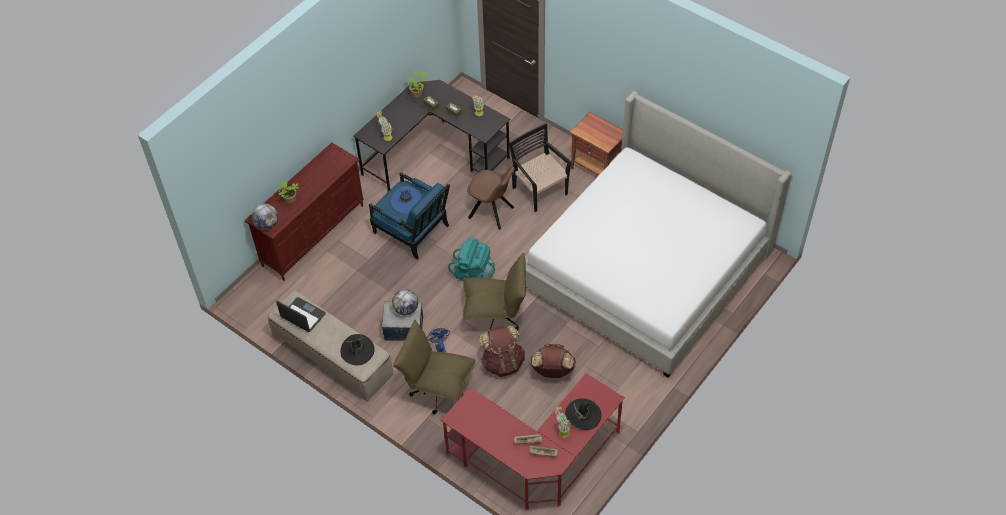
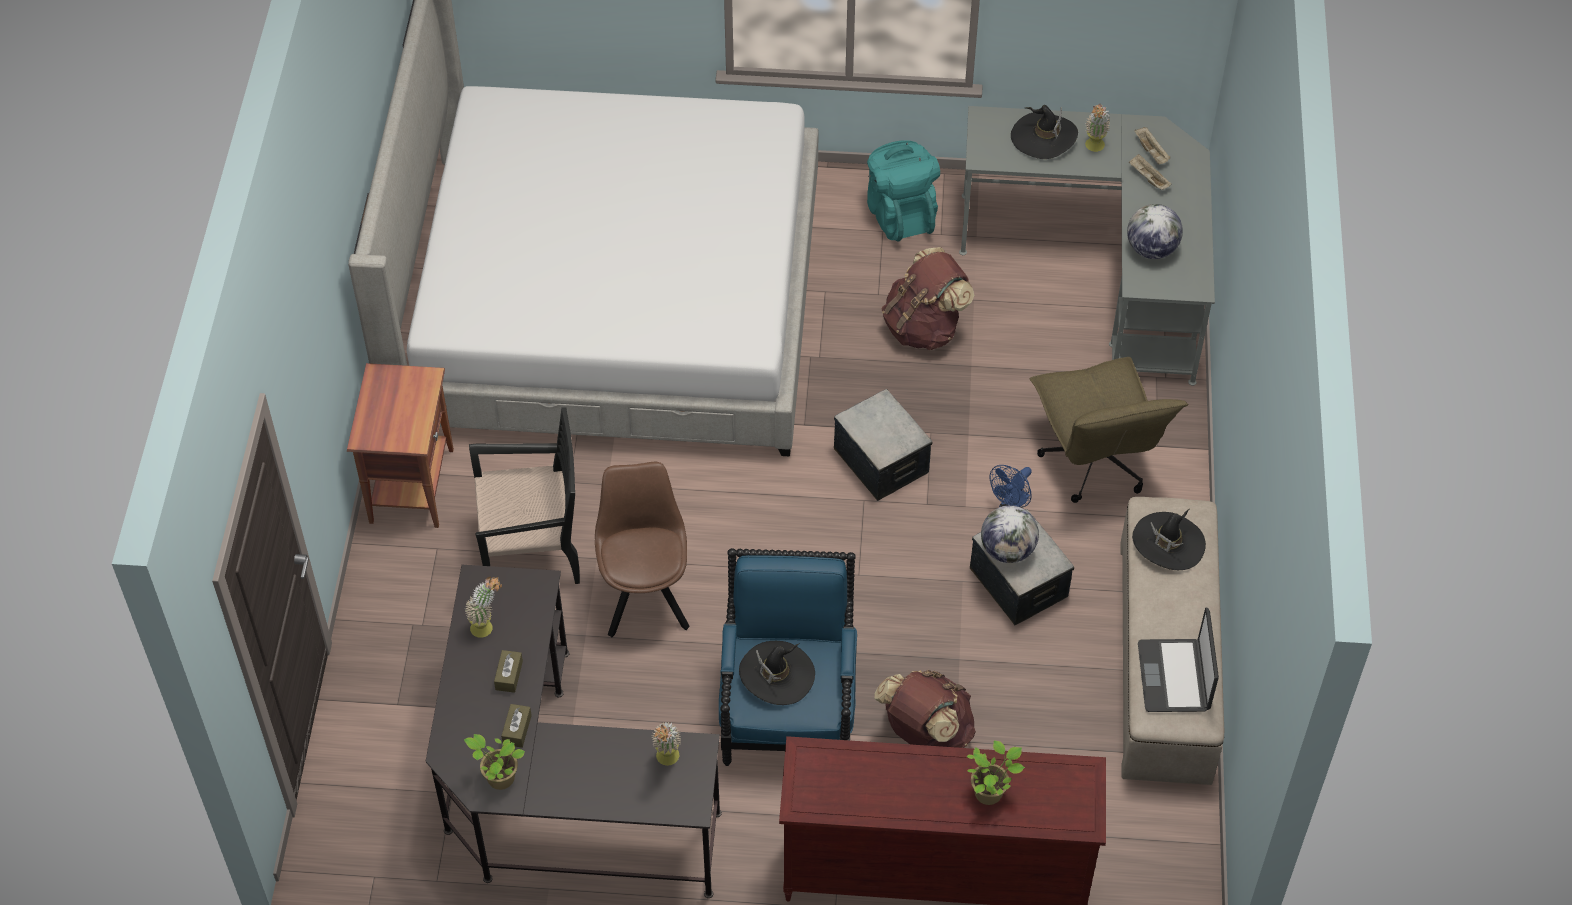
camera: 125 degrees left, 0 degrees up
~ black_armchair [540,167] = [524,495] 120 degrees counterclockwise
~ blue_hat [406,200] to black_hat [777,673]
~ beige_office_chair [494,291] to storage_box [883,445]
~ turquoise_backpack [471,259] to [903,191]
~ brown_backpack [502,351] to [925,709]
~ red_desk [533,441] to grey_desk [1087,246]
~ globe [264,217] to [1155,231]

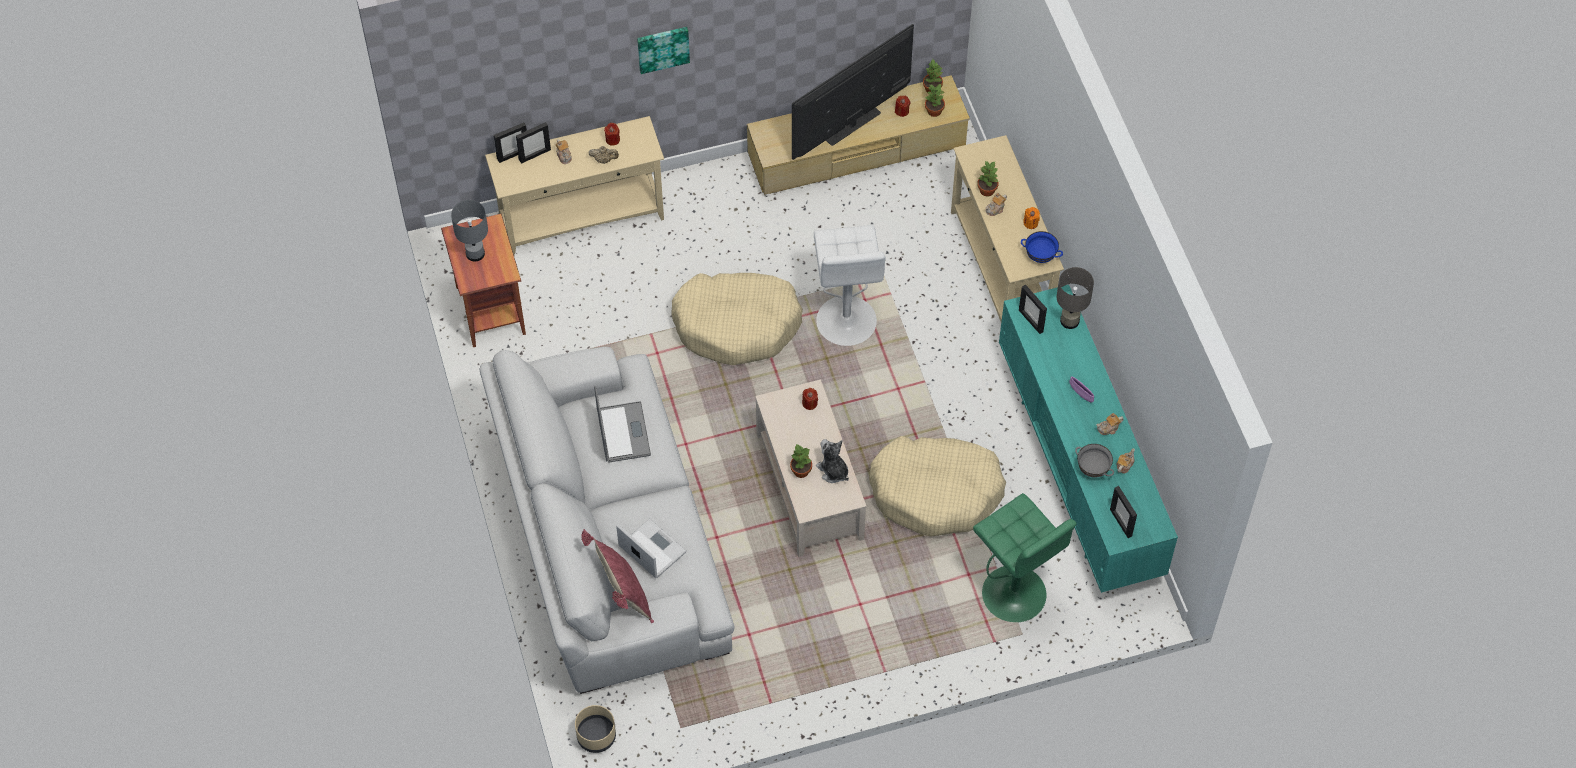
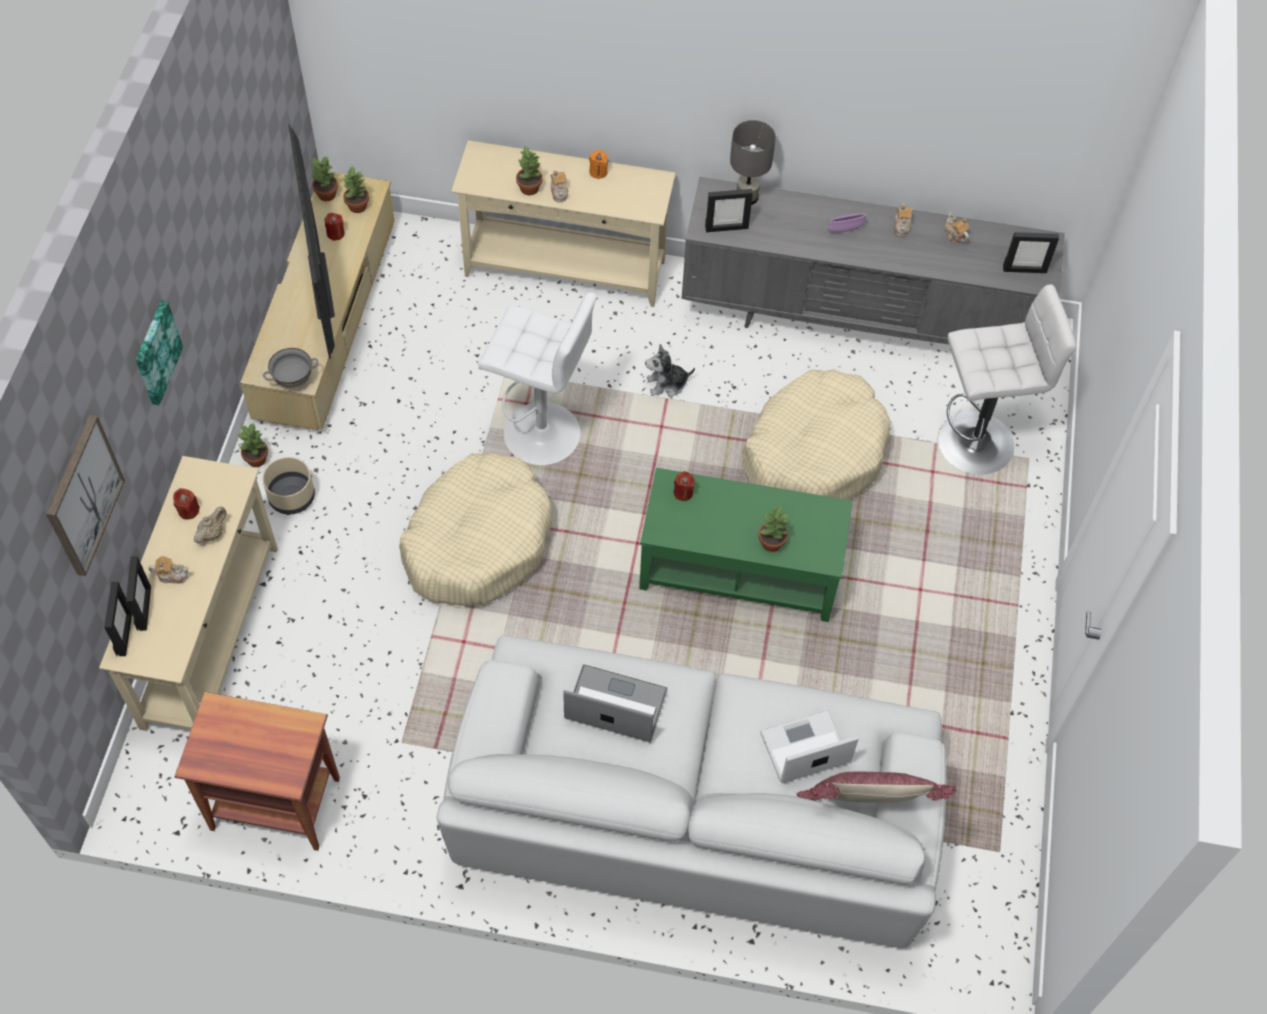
camera: 65 degrees left, 0 degrees up
+ picture [85,495]
+ potted_plant [253,445]
~ grey_bowl [1094,461] to [291,368]
~ beige_planter [595,729] to [289,485]
~ beige_coffee_table [810,468] to green_coffee_table [746,545]
~ plush_toy [832,461] to [670,370]
~ turquoise_cabinet [1088,439] to grey_cabinet [873,260]
~ green_stool [1025,557] to white_stool [1007,379]
- grey_table_lamp [469,231]
- blue_bowl [1042,247]

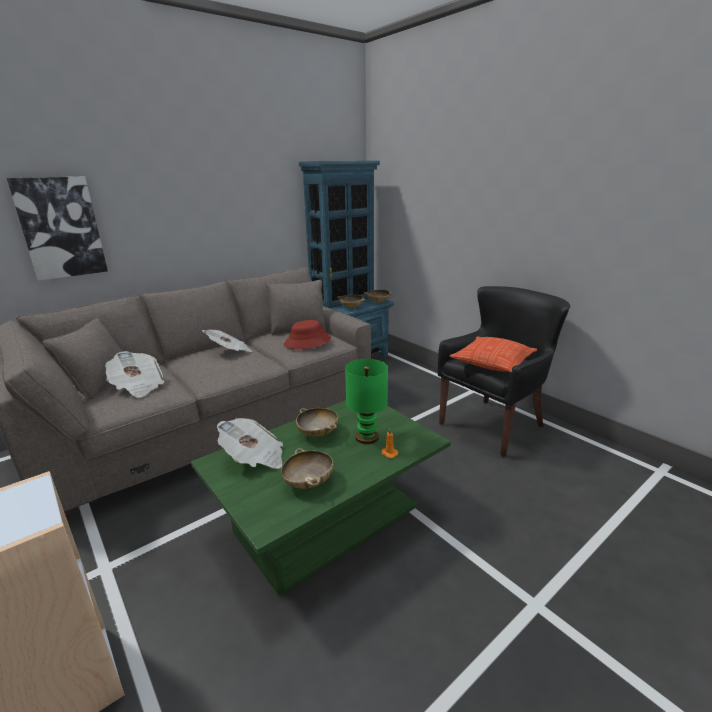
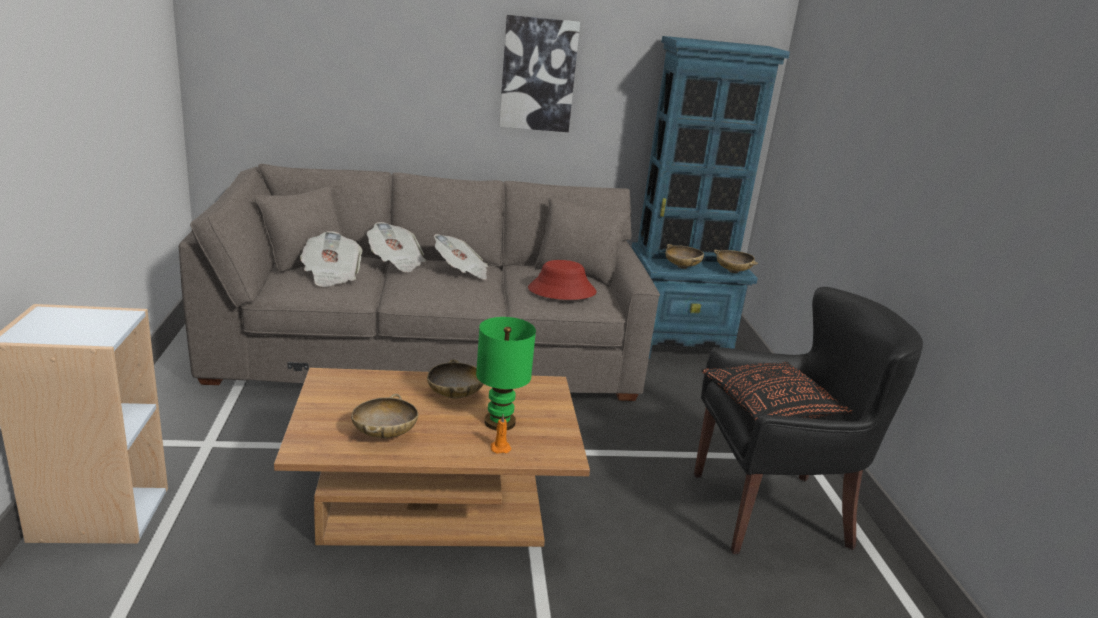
camera: 30 degrees right, 0 degrees up
~ green_coffee_table [321,498] to brown_coffee_table [432,457]
~ newspaper [250,443] to [396,247]
~ picture [57,229] to [539,73]
~ orange_pillow [493,354] to black_pillow [776,391]

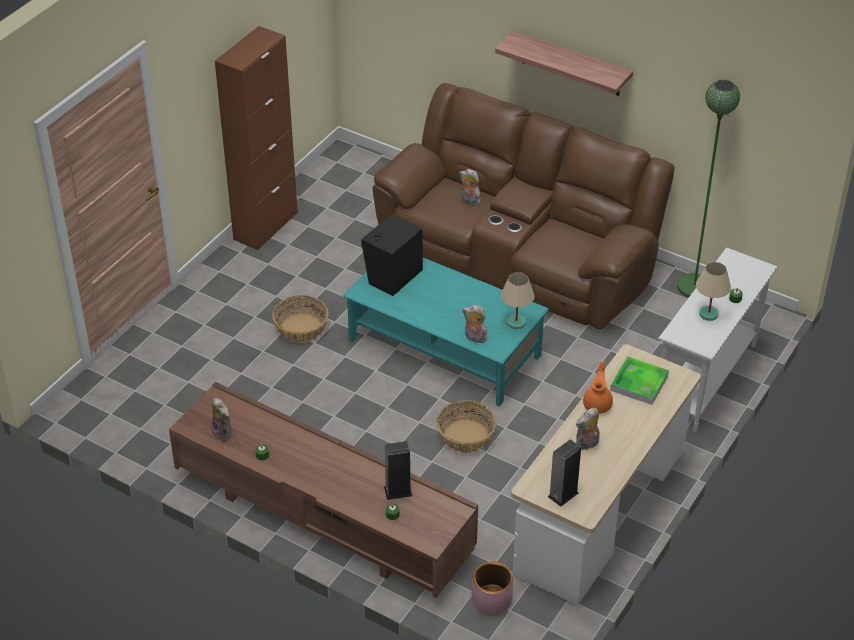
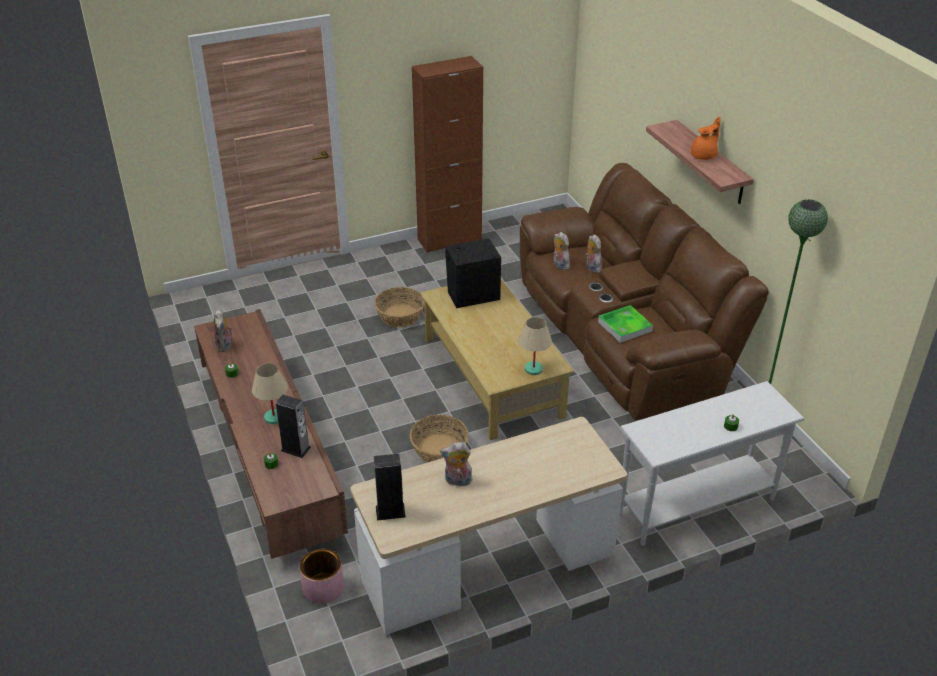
camera: 35 degrees right, 5 degrees down
~ beige_table_lamp [713,291] to [270,393]
~ turquoise_coffee_table [446,332] to beige_coffee_table [497,359]
~ plush_toy [474,324] to [562,251]
~ tray [639,381] to [625,324]
~ orange_teapot [598,388] to [706,138]

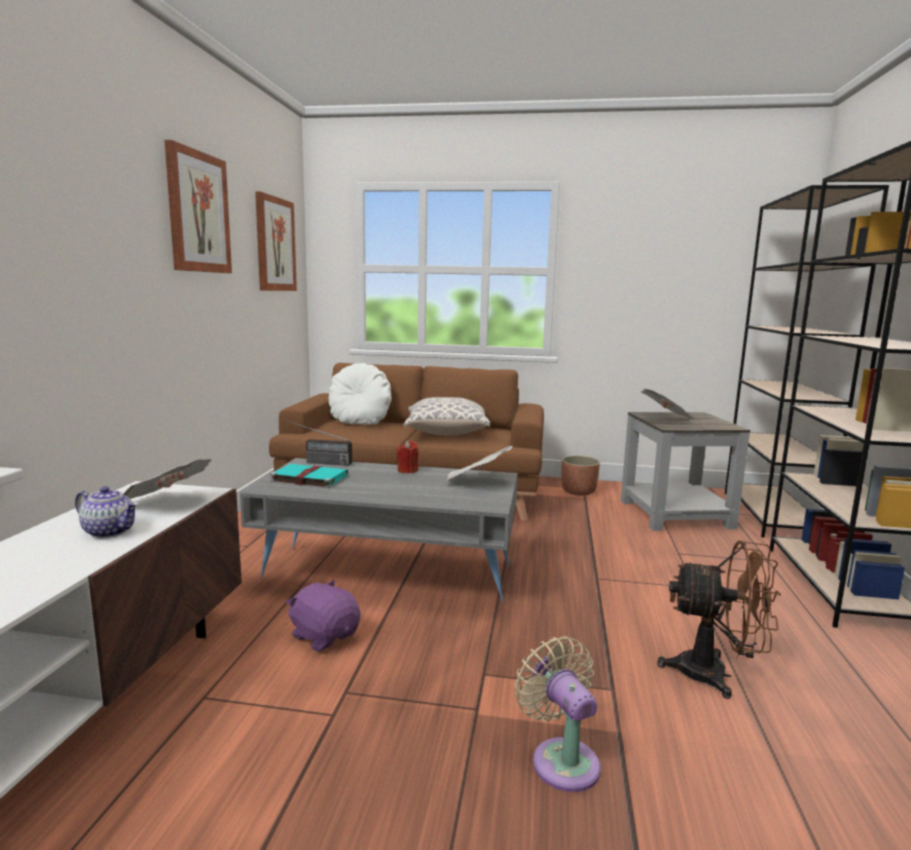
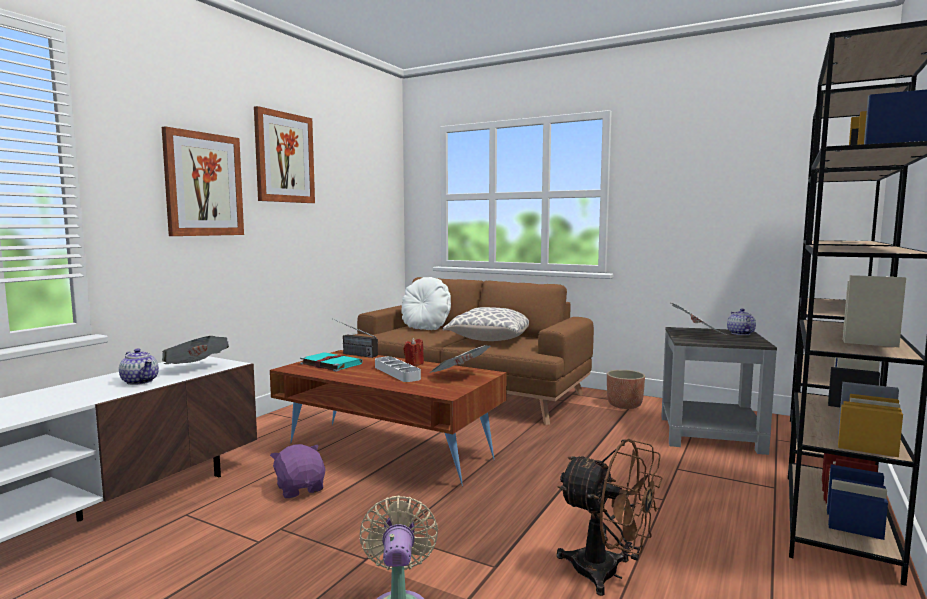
camera: 20 degrees right, 5 degrees down
~ picture [276,241] to [203,181]
~ grey_coffee_table [379,531] to brown_coffee_table [388,418]
+ grey_tray [398,369]
+ teapot [741,321]

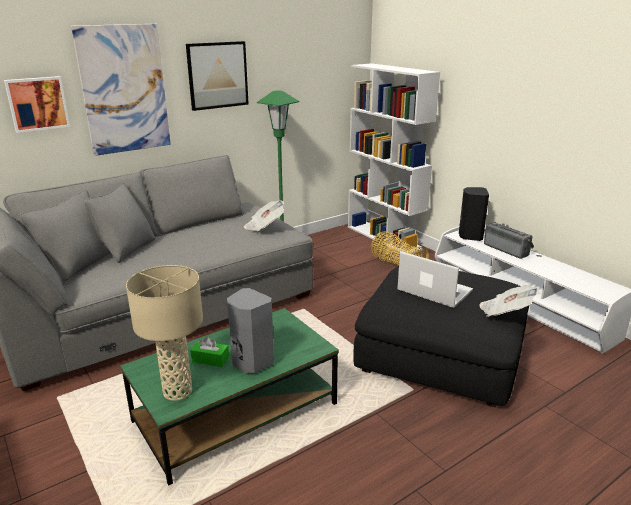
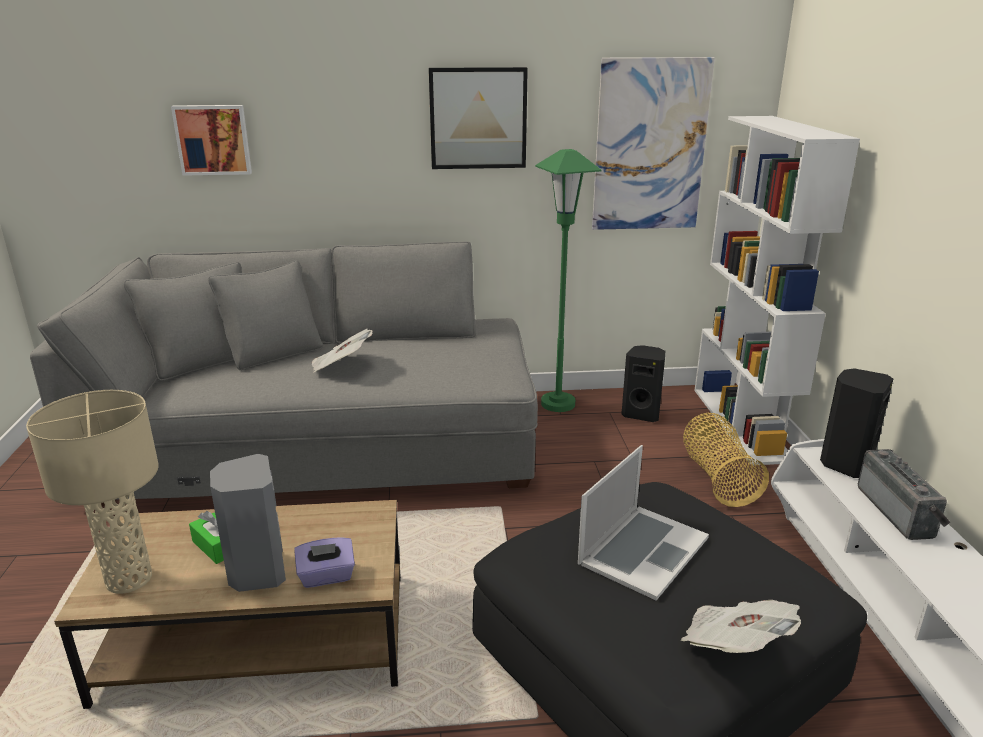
camera: 30 degrees right, 0 degrees up
~ green_coffee_table [229,396] to brown_coffee_table [227,604]
+ purple_tissue_box [324,562]
~ newspaper [264,216] to [342,350]
~ laptop [435,279] = [643,522] 60 degrees clockwise
~ picture [121,90] to [653,143]
+ black_speaker [643,383]

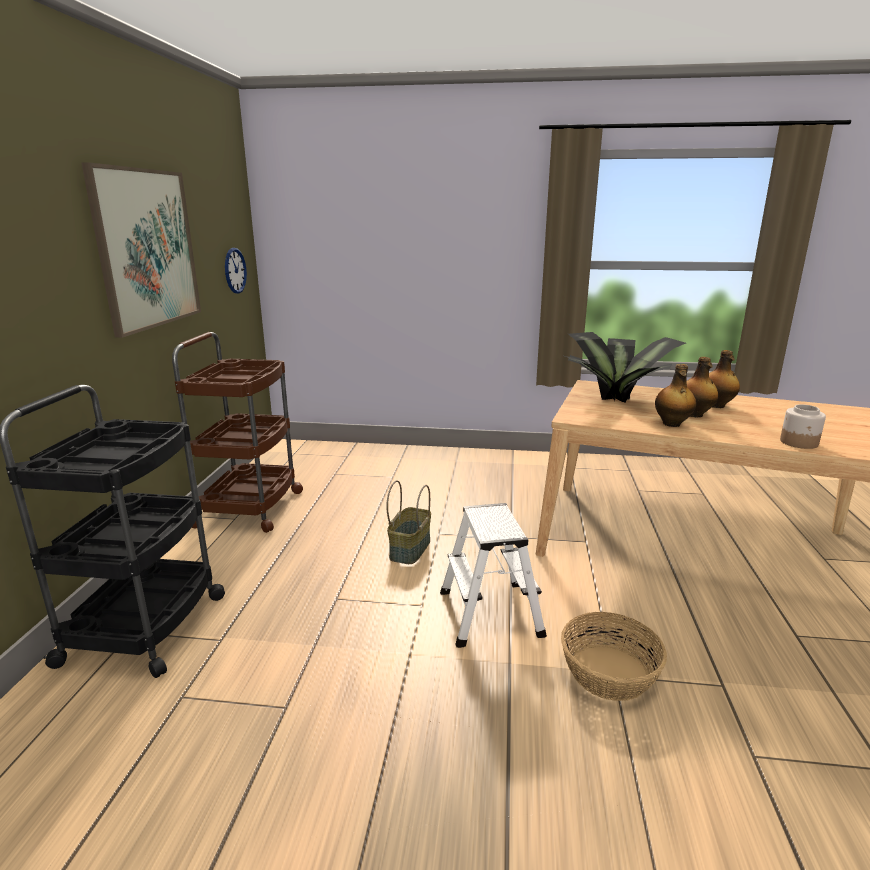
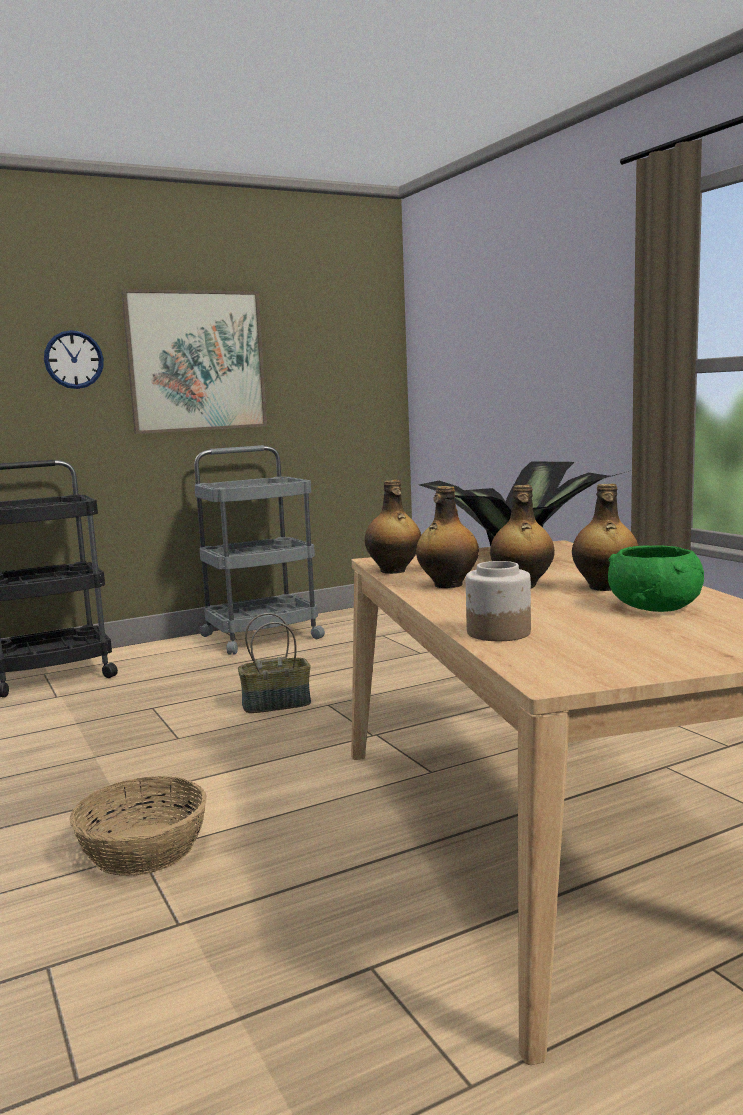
camera: 55 degrees right, 10 degrees down
~ wall_clock [236,271] to [74,359]
~ brown_cart [237,432] to grey_cart [259,550]
+ bottle [393,527]
+ green_bowl [656,578]
- white_step_ladder [493,575]

